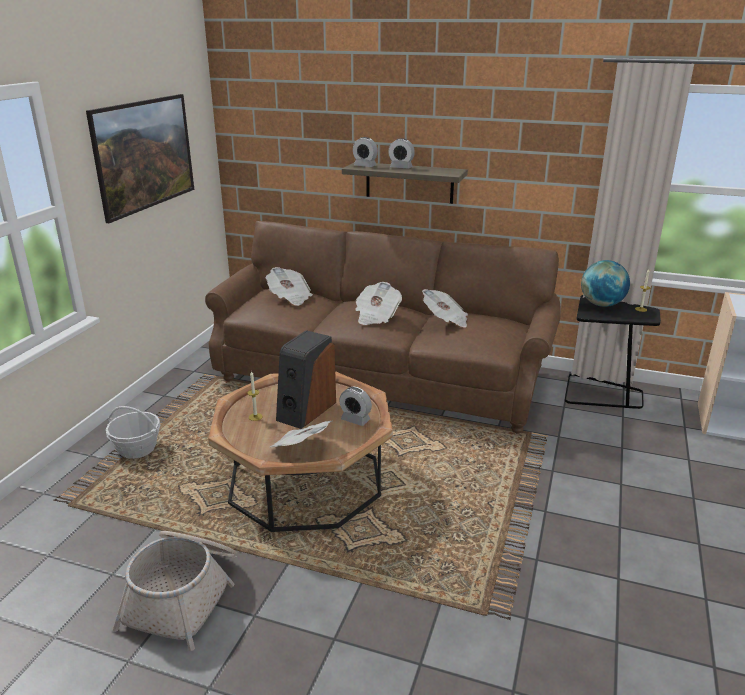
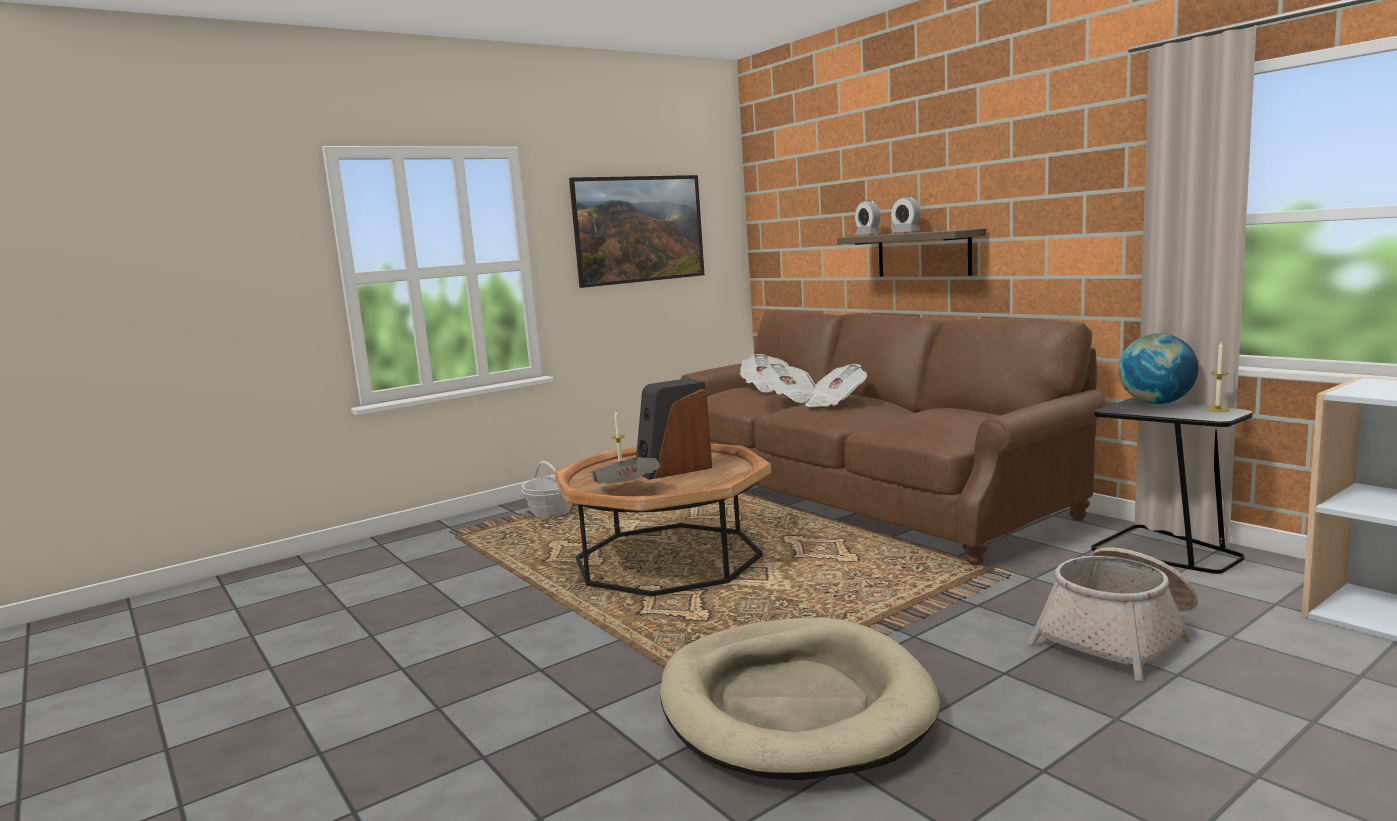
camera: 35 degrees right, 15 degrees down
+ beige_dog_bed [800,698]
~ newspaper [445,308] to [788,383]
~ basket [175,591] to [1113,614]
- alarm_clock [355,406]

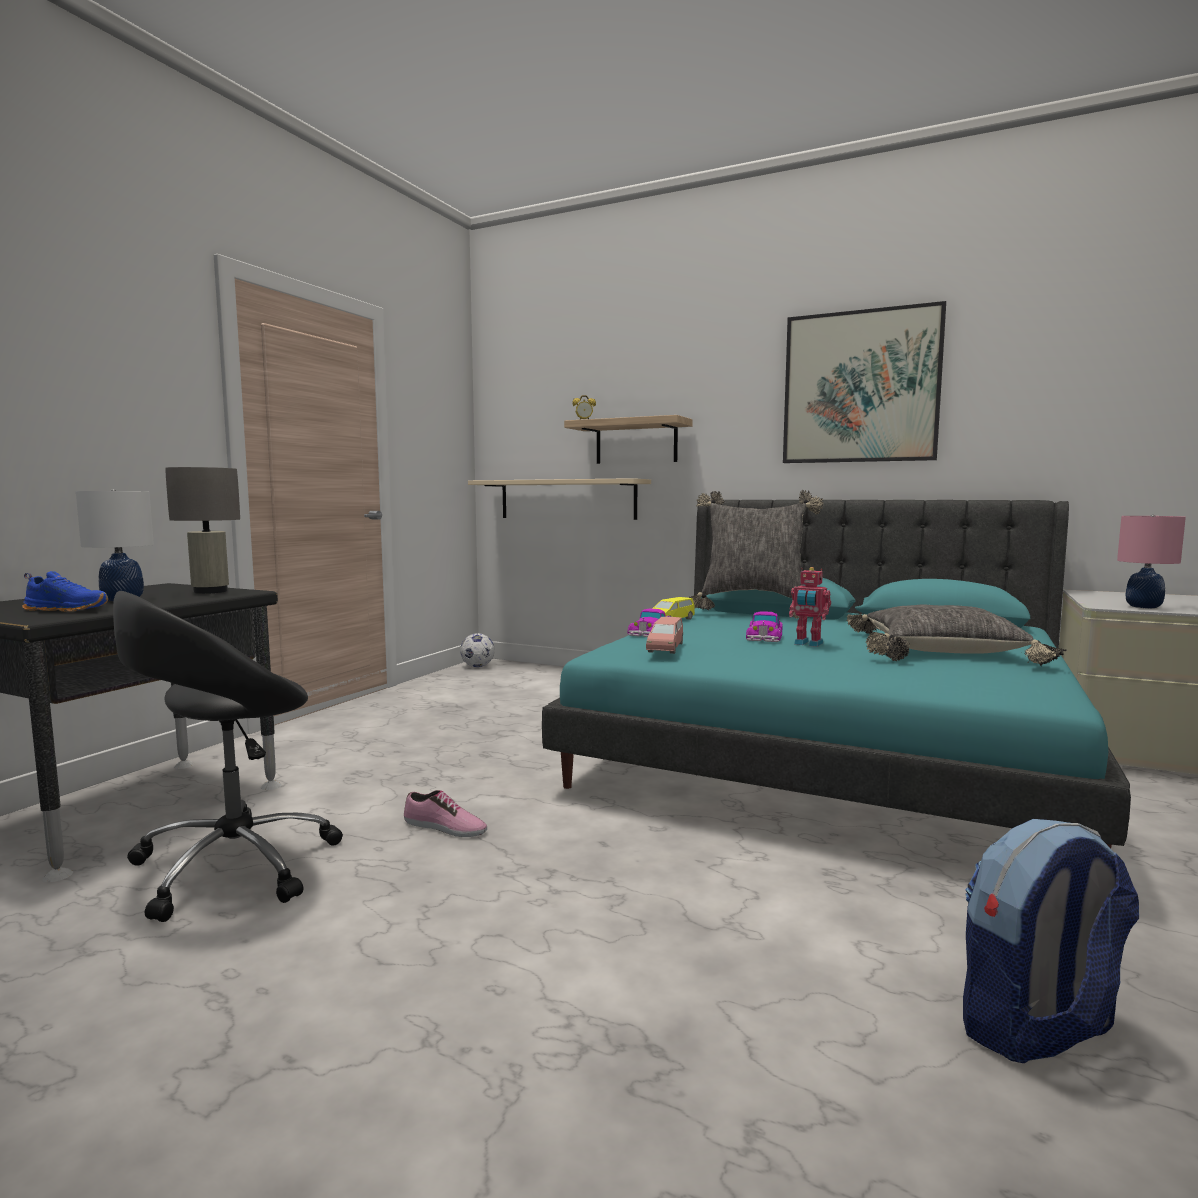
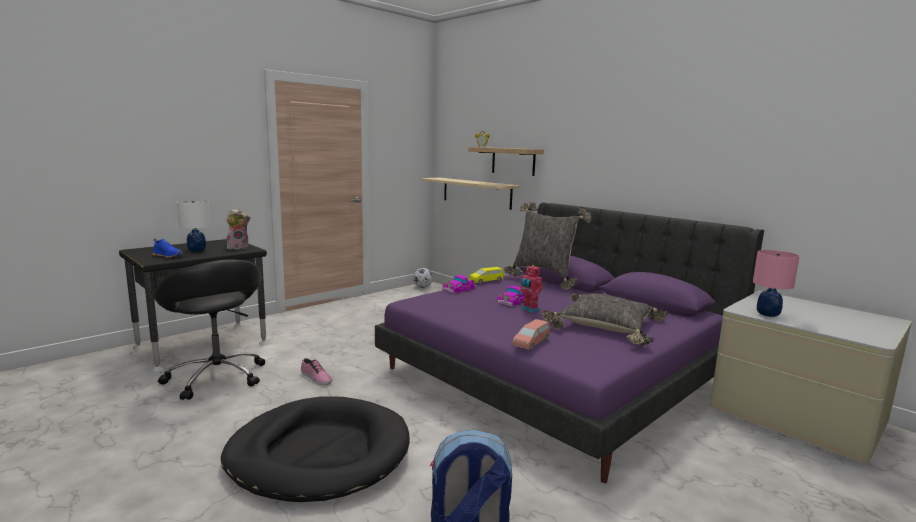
camera: 20 degrees right, 5 degrees up
~ black_office_chair [228,756] = [209,329] 105 degrees counterclockwise
+ black_dog_bed [315,449]
~ grey_table_lamp [202,530] to plush_toy [238,229]
~ turquoise_bed [836,674] to purple_bed [569,343]
~ pink_toy_car [664,635] to [531,334]
- picture [864,382]

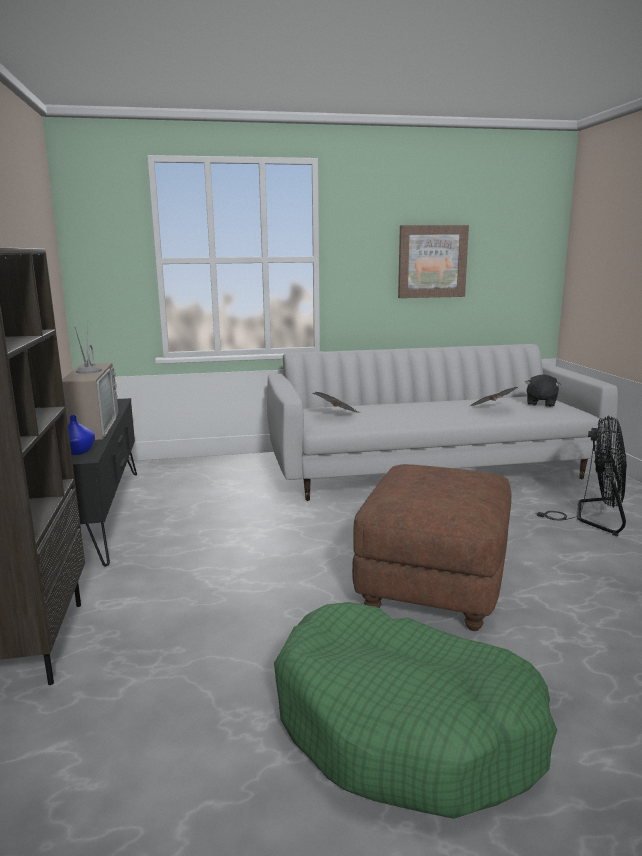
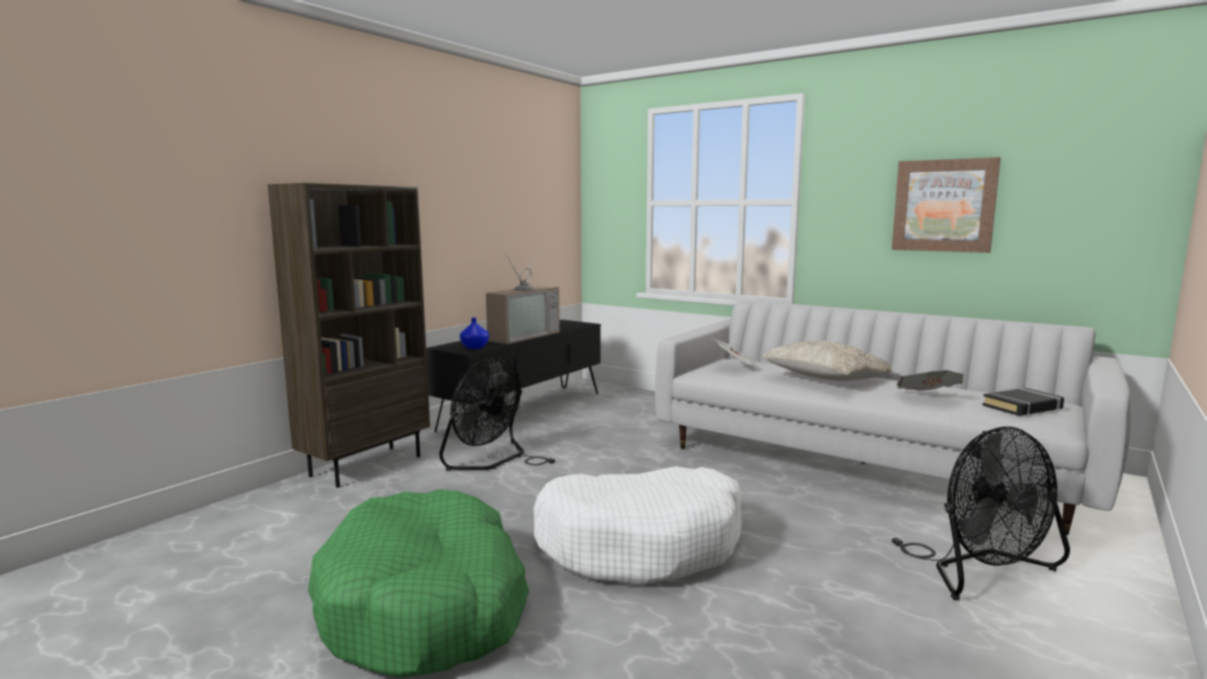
camera: 45 degrees right, 5 degrees down
+ black_fan [497,414]
~ brown_ottoman [431,547] to white_dog_bed [637,526]
+ beige_pillow [827,361]
~ black_plush_toy [543,390] to black_book [1023,402]

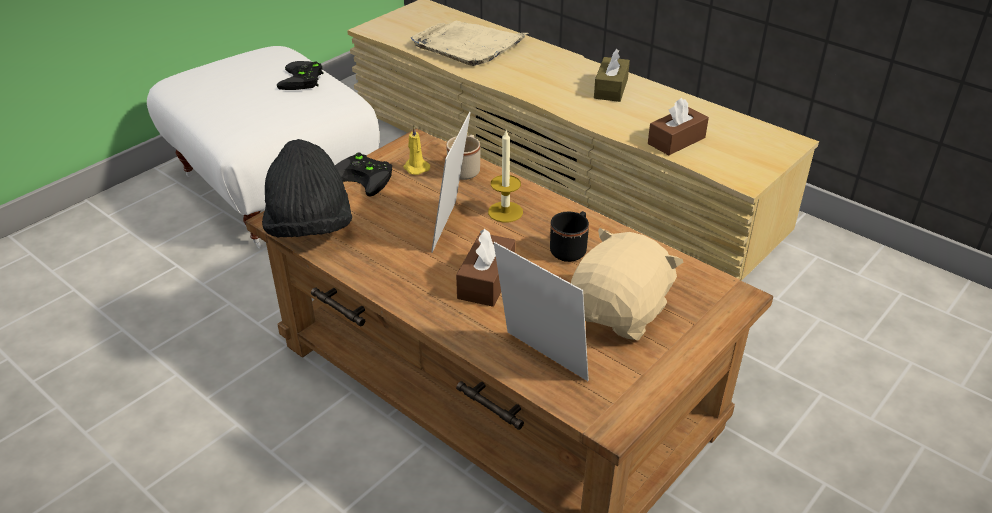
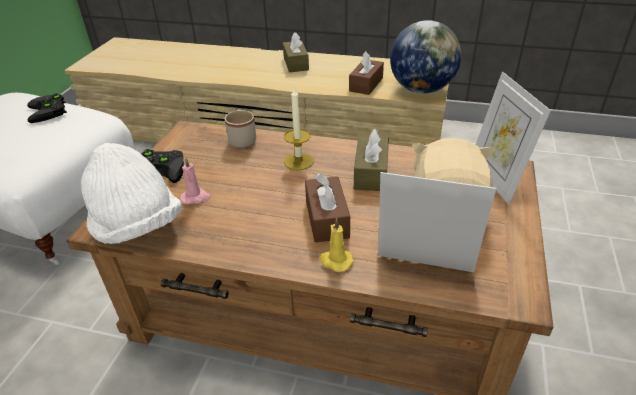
camera: 25 degrees left, 0 degrees up
~ black_hat [307,188] to white_hat [131,193]
+ pink_candle [196,181]
~ yellow_candle [416,150] to [336,245]
~ black_mug [569,236] to brown_tissue_box [371,159]
+ globe [425,57]
~ picture_frame [451,182] to [513,138]
- beige_tray [469,43]

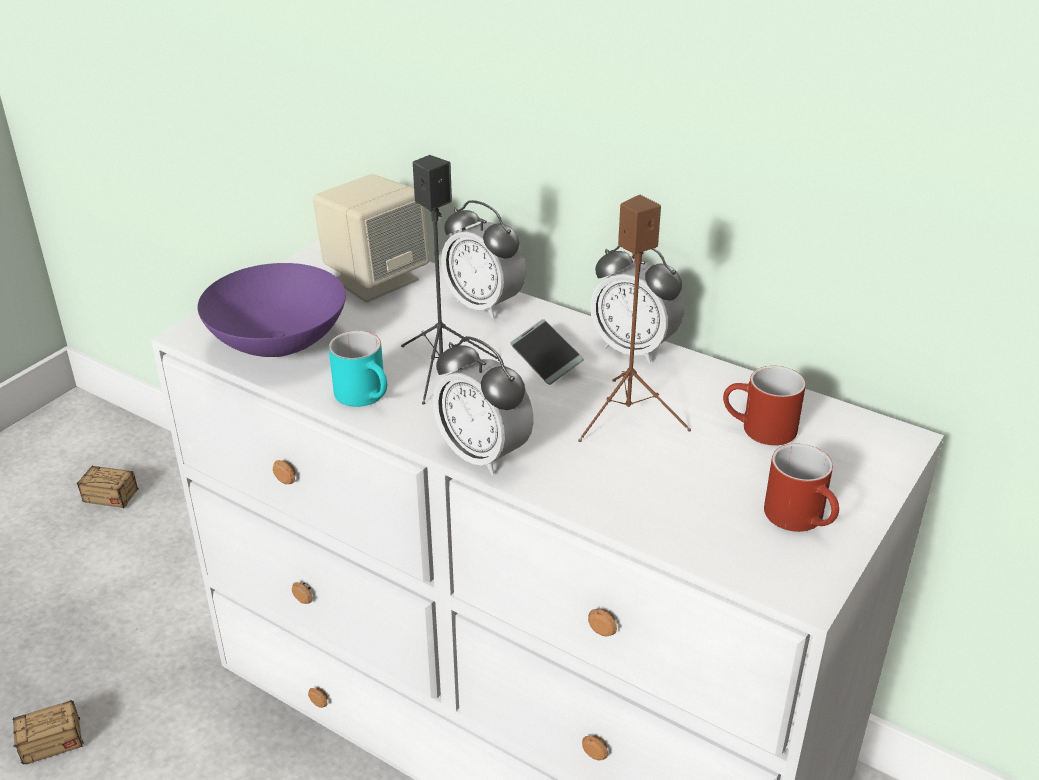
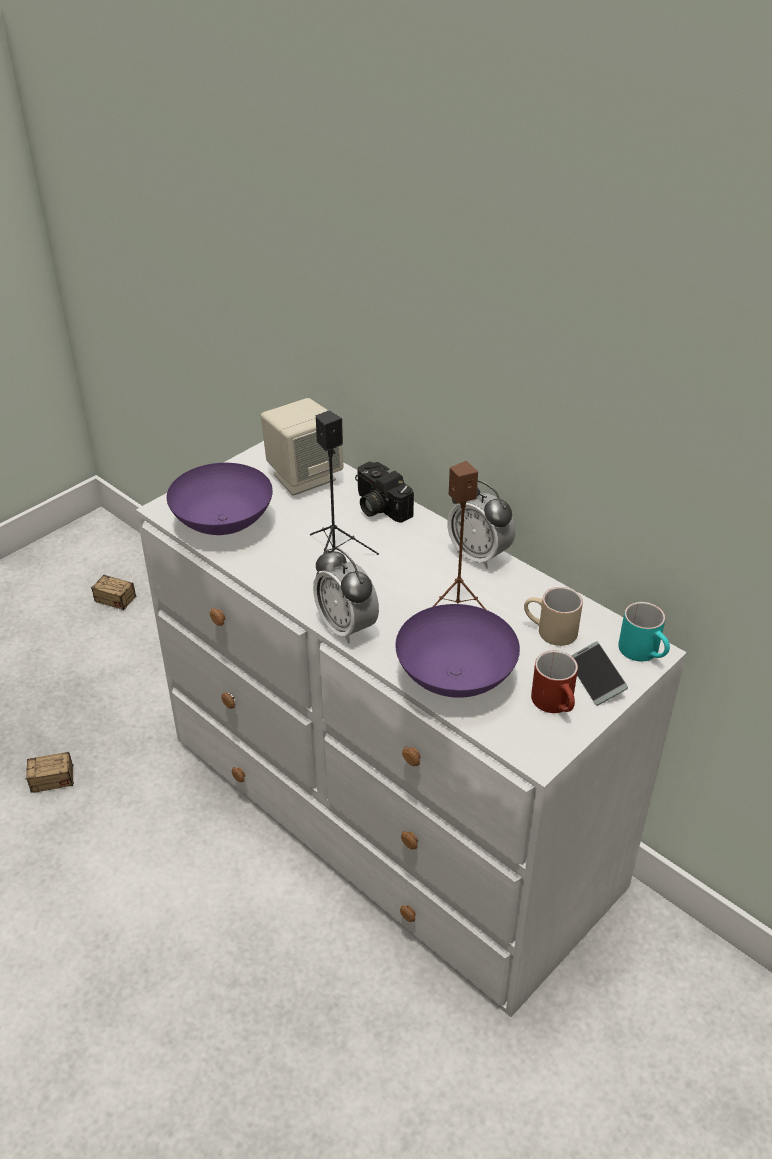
camera: 10 degrees right, 5 degrees up
~ alarm_clock [483,259] to photo_camera [384,492]
+ purple_bowl [457,651]
~ red_mug [764,405] to beige_mug [553,616]
~ phone [547,352] to [599,673]
~ turquoise_mug [358,369] to [644,631]

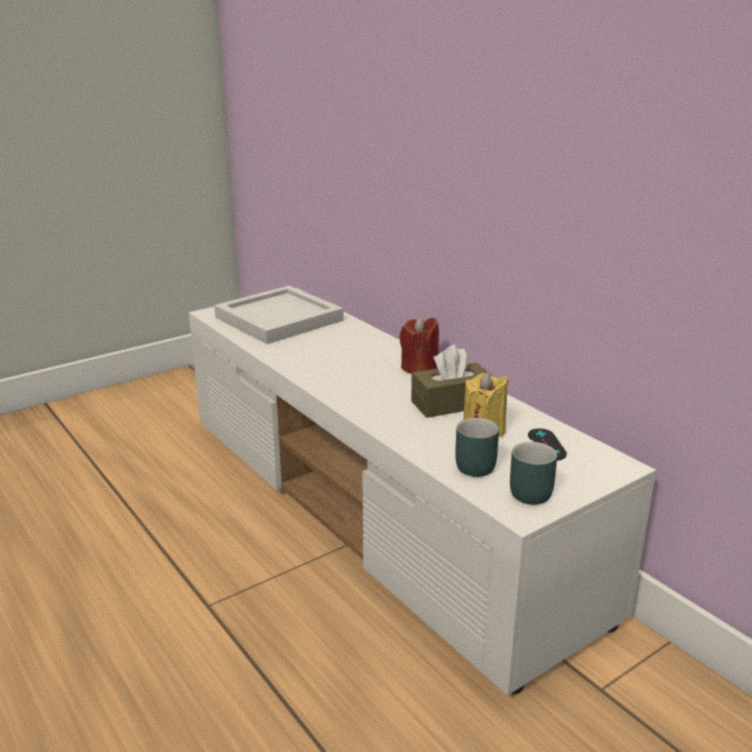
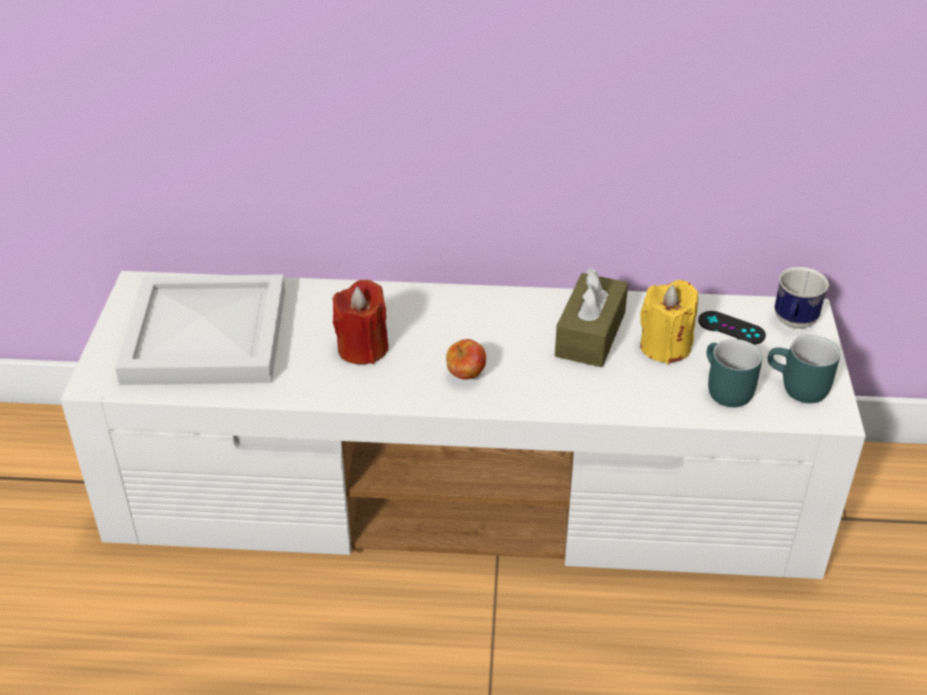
camera: 50 degrees left, 15 degrees up
~ red_candle [419,345] to [361,322]
+ apple [466,359]
+ mug [801,298]

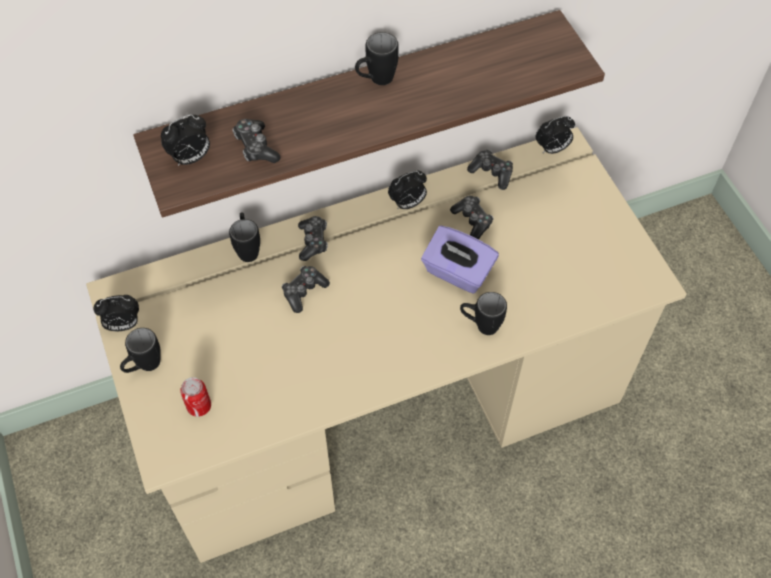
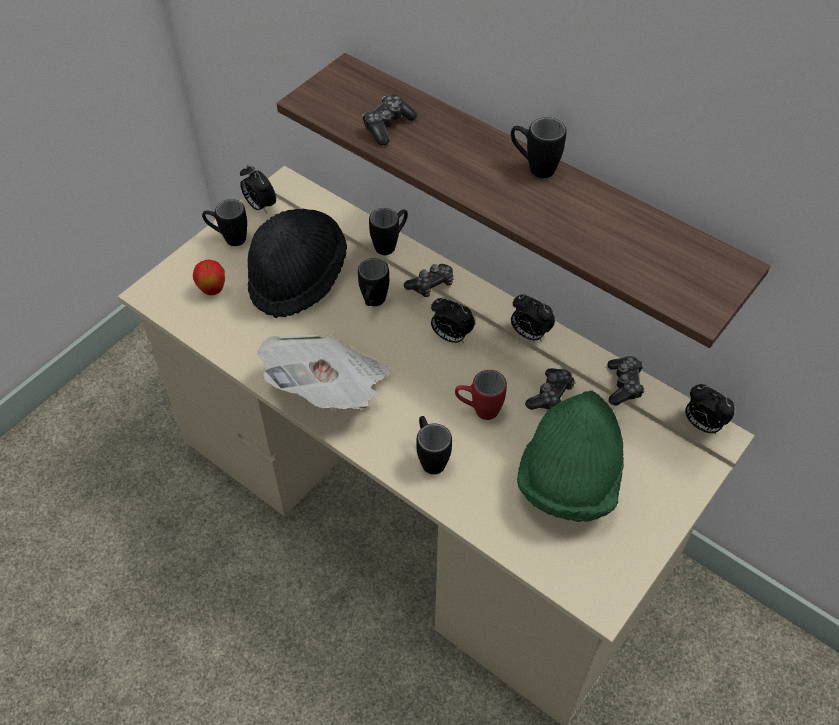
camera: 60 degrees right, 5 degrees down
~ can [195,397] to apple [209,277]
+ black_hat [297,263]
+ newspaper [324,372]
~ game_controller [306,289] to black_mug [373,282]
~ alarm_clock [185,140] to [453,321]
~ purple_tissue_box [460,260] to red_mug [481,395]
+ green_hat [570,456]

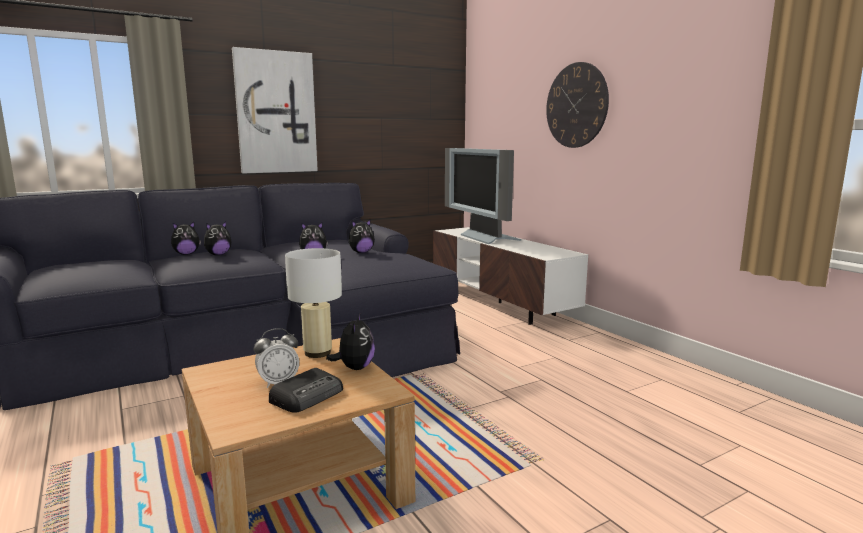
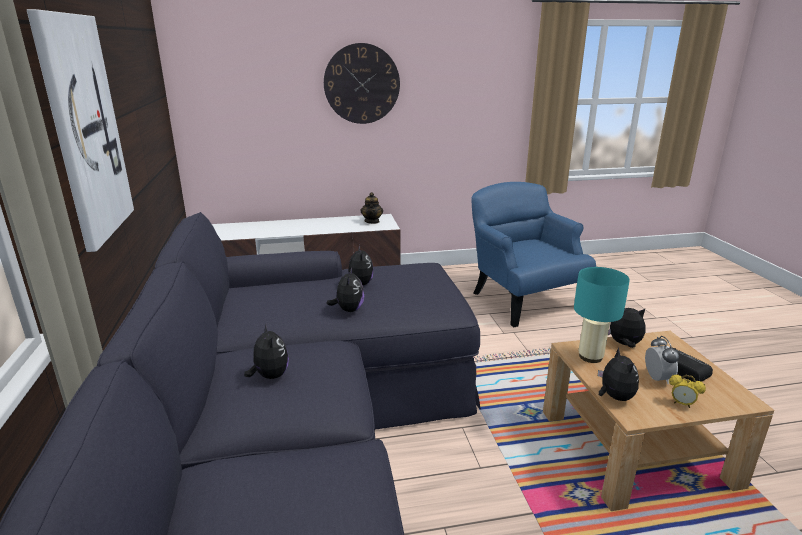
camera: 70 degrees left, 10 degrees up
+ teapot [371,208]
+ blue_armchair [533,254]
~ white_table_lamp [313,303] to turquoise_table_lamp [602,315]
~ plush_toy [186,238] to [618,374]
+ alarm_clock [687,391]
- television [483,196]

